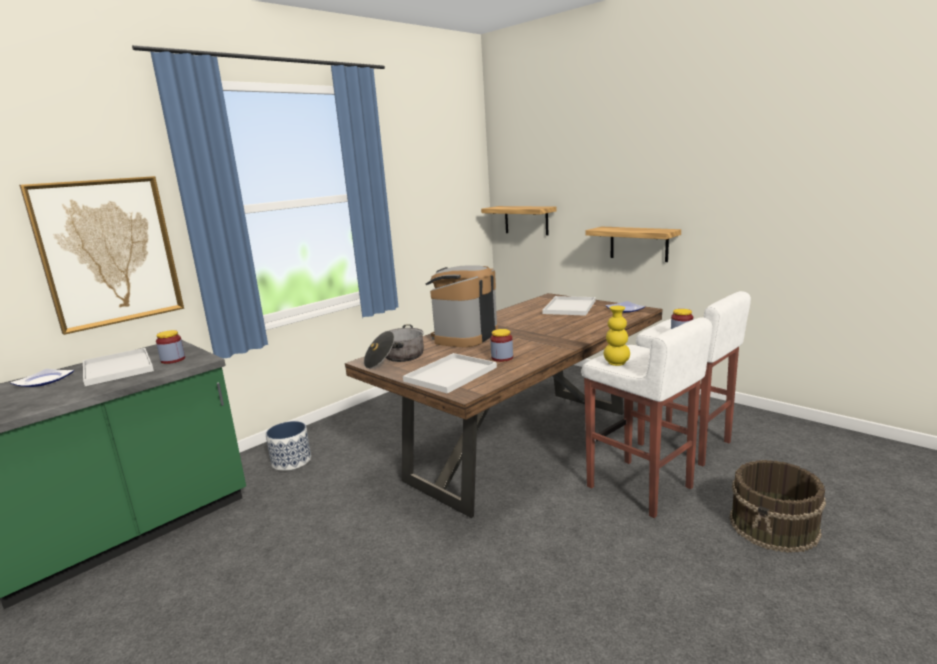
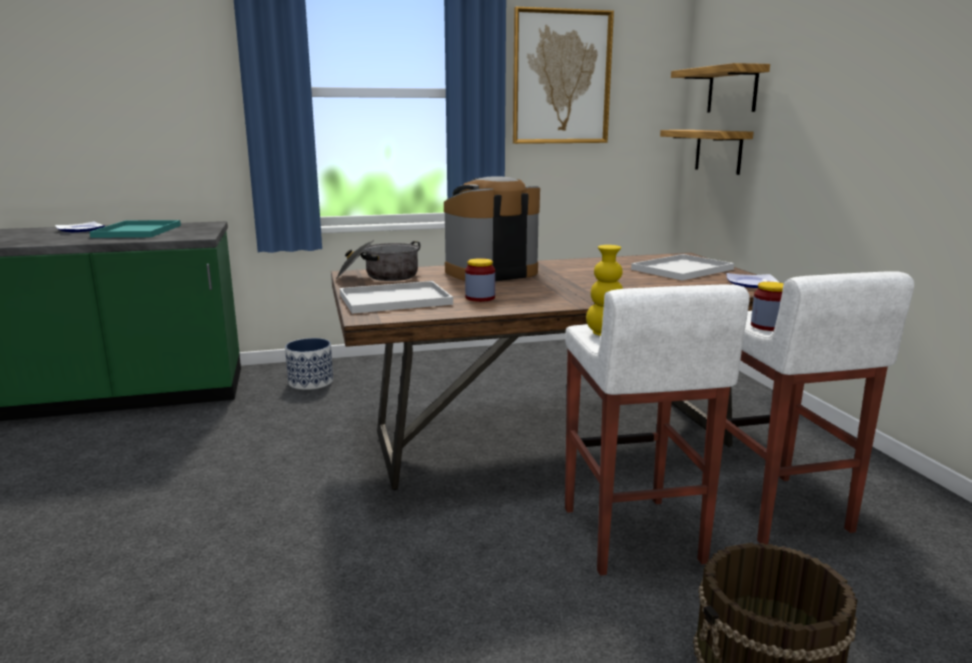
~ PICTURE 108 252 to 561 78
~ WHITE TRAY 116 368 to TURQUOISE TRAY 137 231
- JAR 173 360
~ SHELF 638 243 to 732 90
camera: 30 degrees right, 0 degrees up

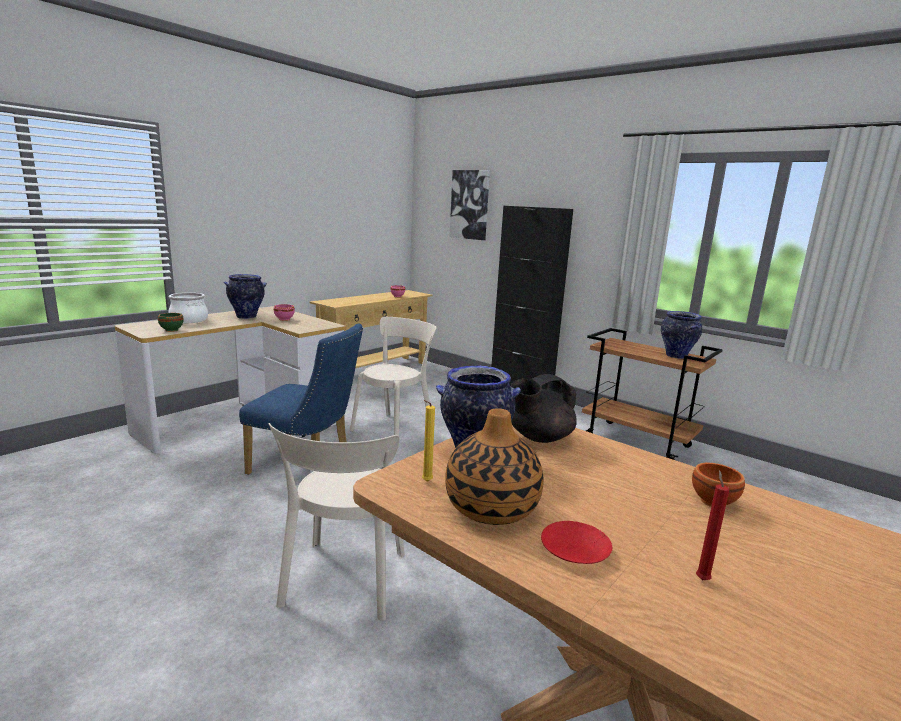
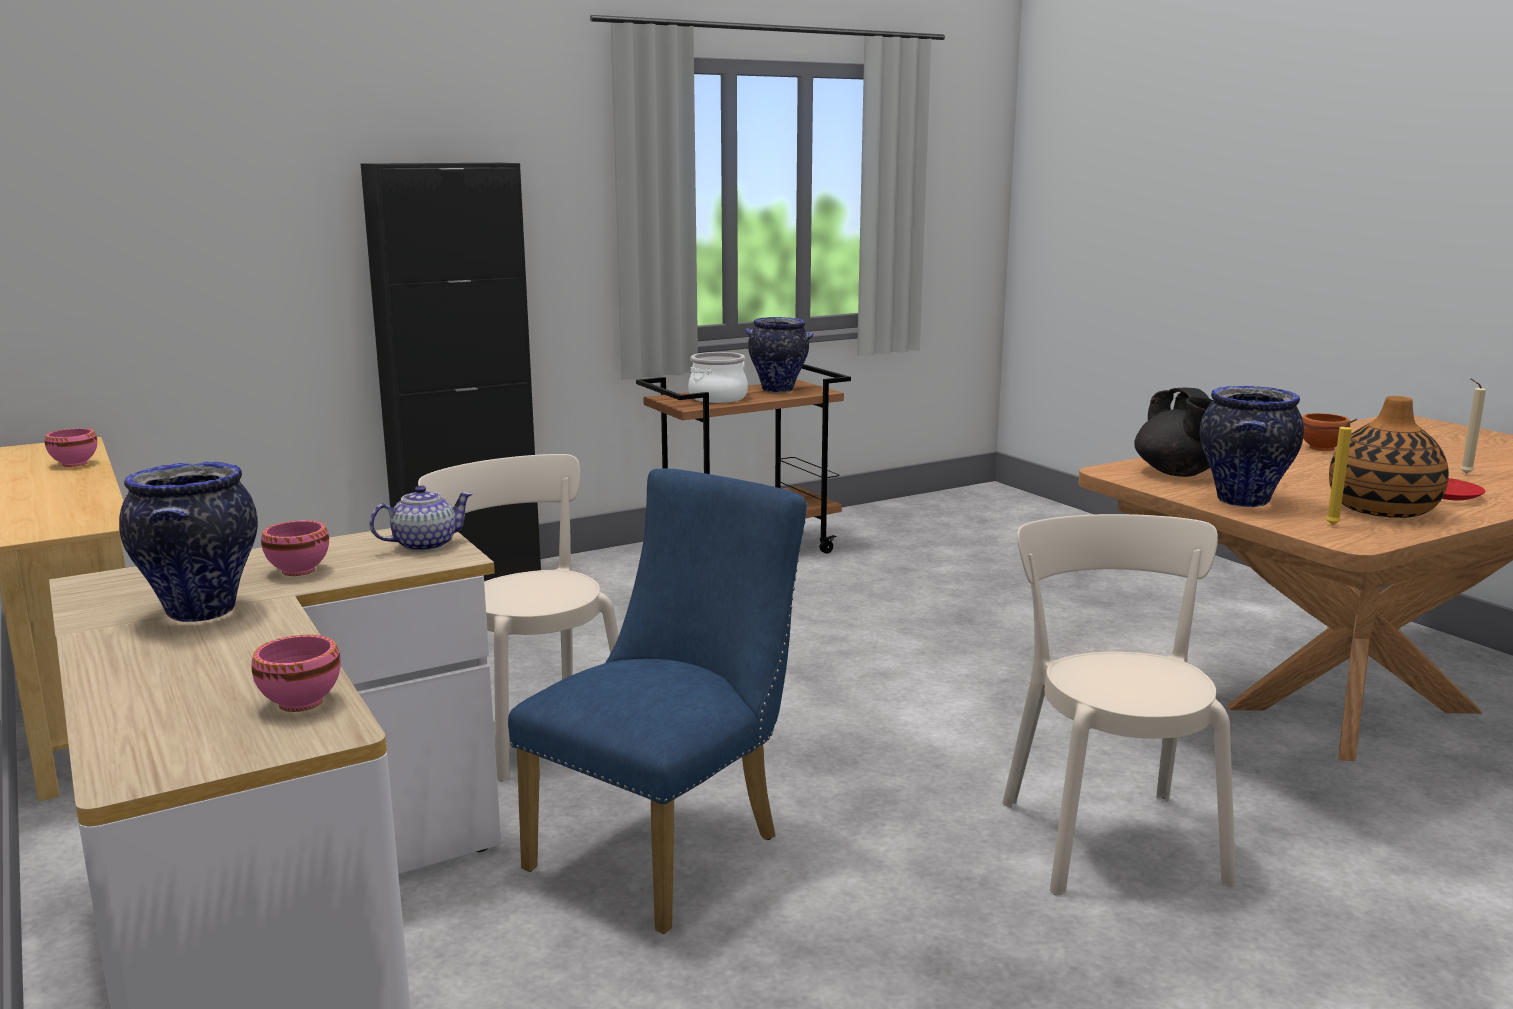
~ GREEN BOWL 172 330 to PINK BOWL 303 702
~ COOKING POT 189 320 to 717 398
~ BEIGE CHAIR 343 583 = 1108 835 120 degrees counterclockwise
- PICTURE 470 205
~ RED CANDLE 701 578 to BEIGE CANDLE 1463 473
+ TEAPOT 424 545
camera: 70 degrees left, 0 degrees up

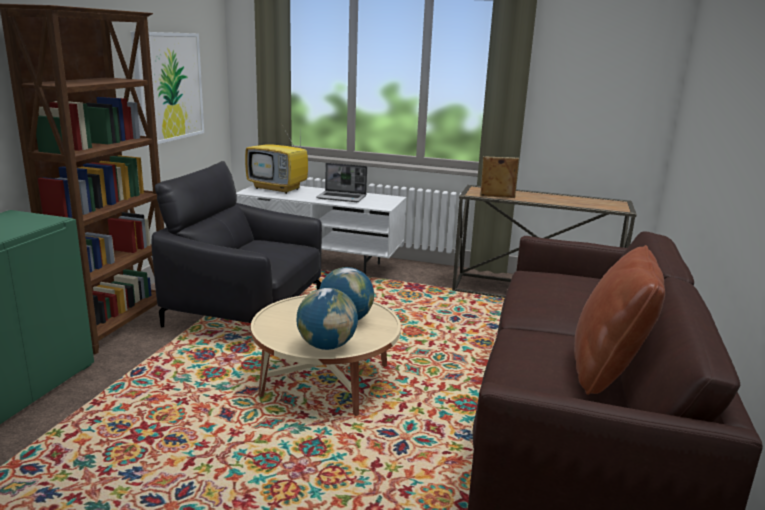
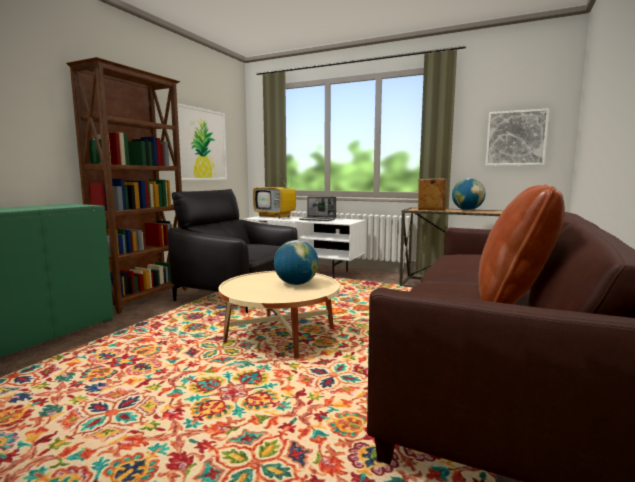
~ GLOBE 327 346 to 467 210
+ PICTURE 516 138
camera: 10 degrees right, 10 degrees down

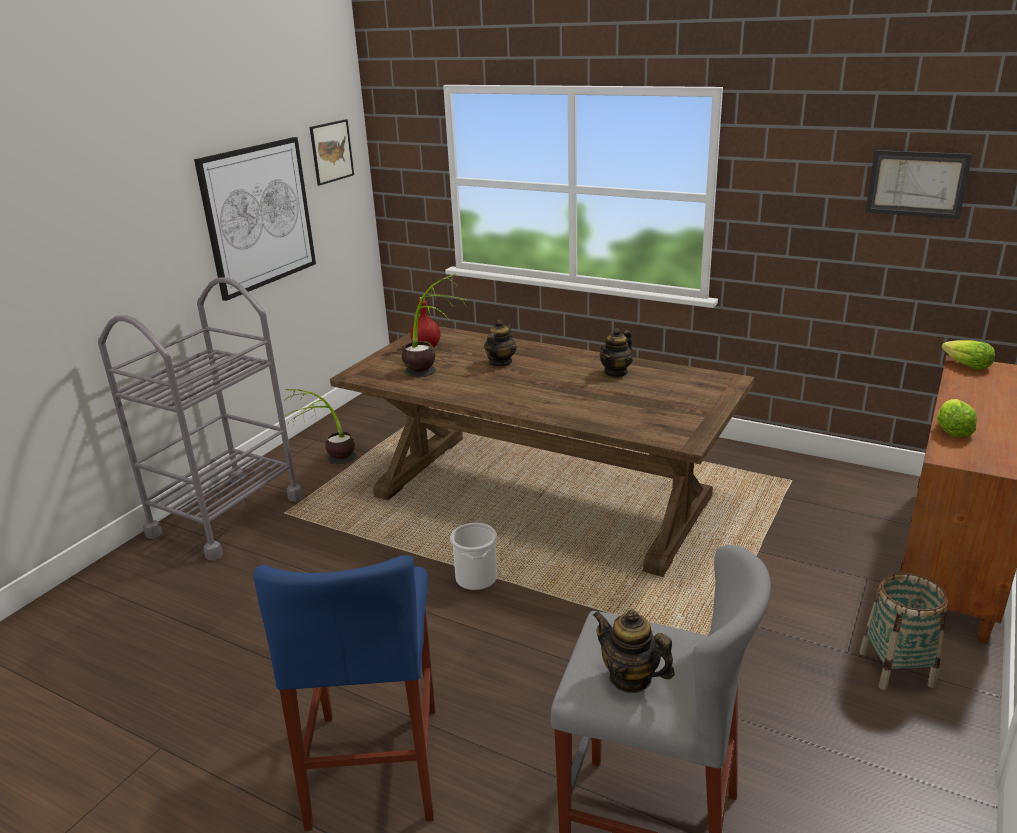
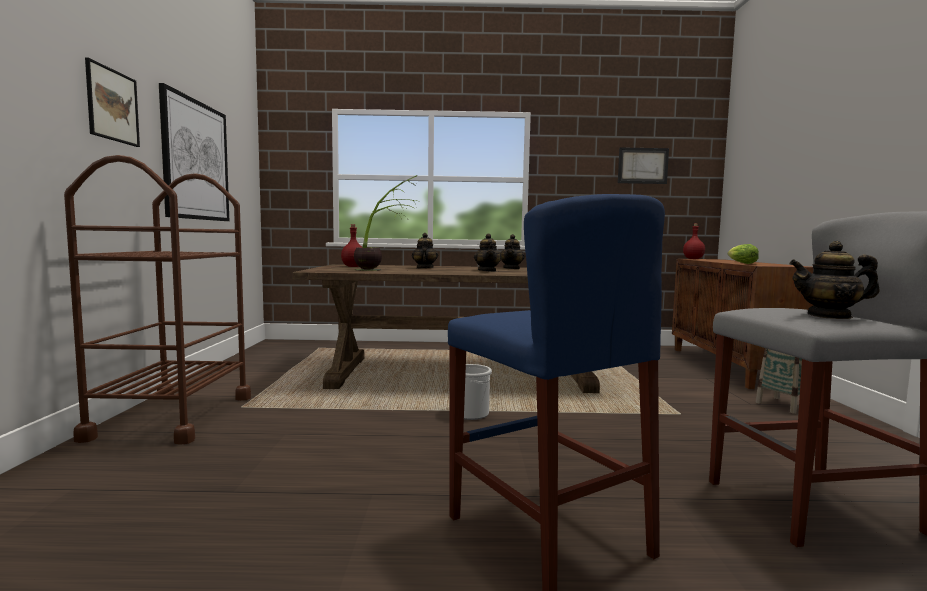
~ GREY CART 226 515 to BROWN CART 173 417
- POTTED PLANT 328 464
~ PICTURE 331 152 to 112 105
~ LETTUCE 966 366 to RED BOTTLE 693 259
+ TEAPOT 487 271
camera: 30 degrees left, 20 degrees down

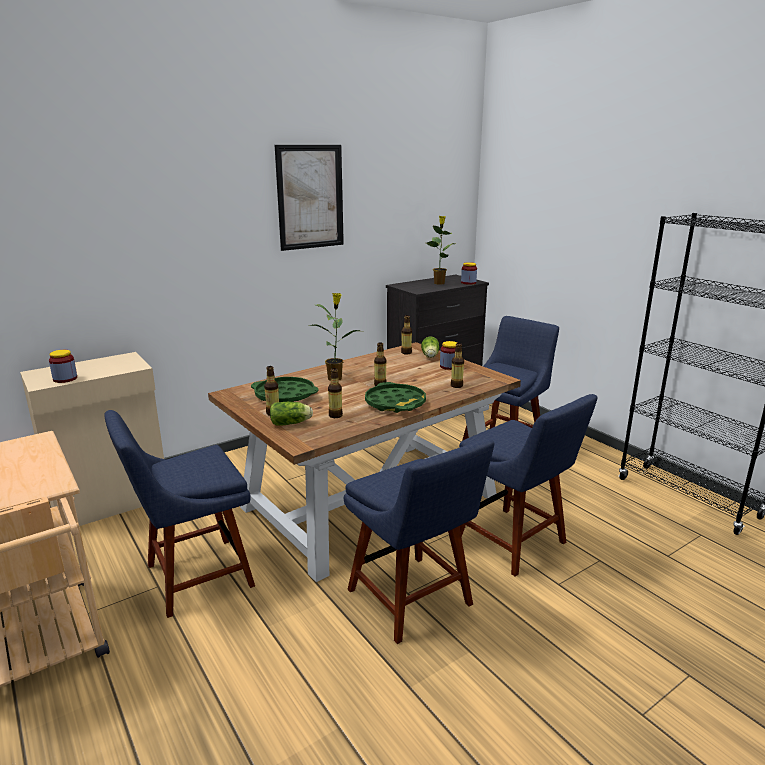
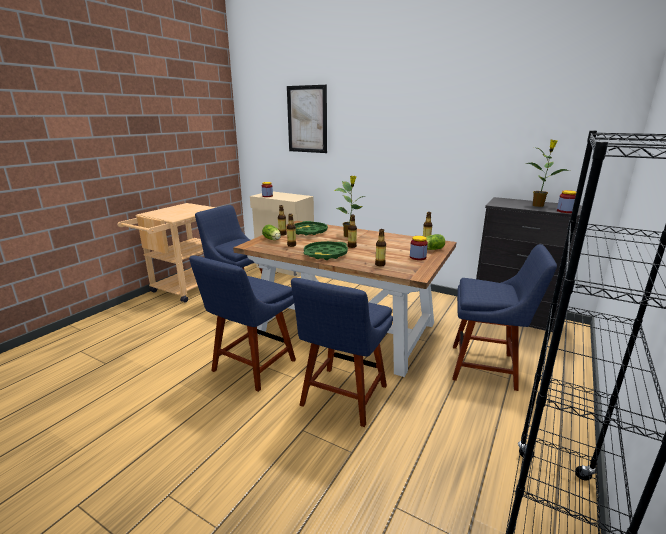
~ PICTURE 310 197 to 307 119
camera: 65 degrees right, 0 degrees up

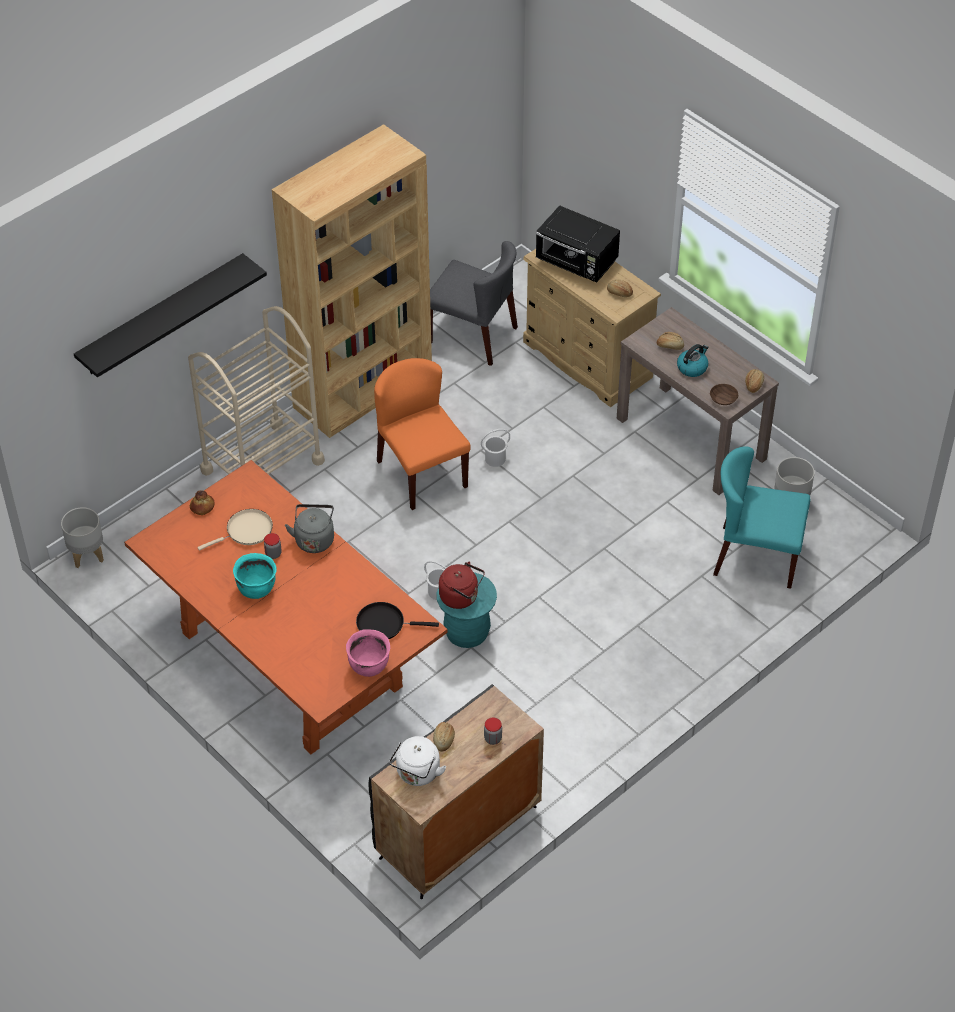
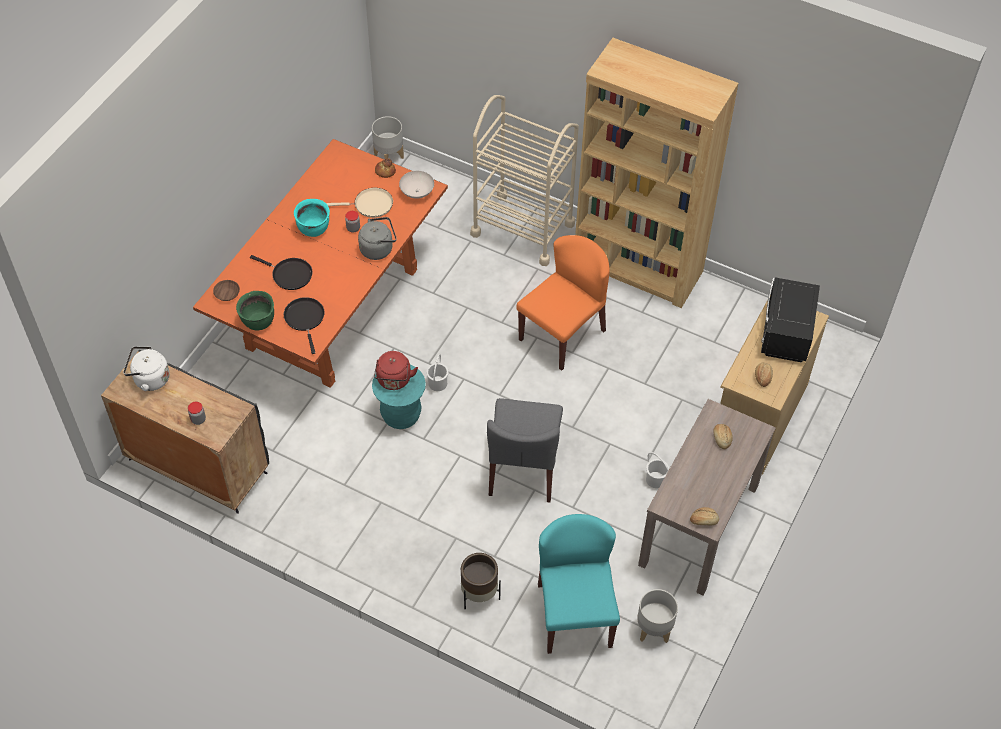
- BLACK SHELF 162 315
~ BEIGE FRYING PAN 246 531 = 370 205 45 degrees counterclockwise
~ PINK COOKING POT 369 666 to GREEN COOKING POT 258 322
~ GREY CHAIR 473 335 to 523 469
- BREAD 444 739
~ WHITE BUCKET 495 459 to 655 479
- KETTLE 692 367
~ BROWN BOWL 722 398 to 227 293
+ BLACK FRYING PAN 289 275
+ WHITE BOWL 417 192
+ BROWN PLANTER 479 595
camera: 70 degrees right, 5 degrees up

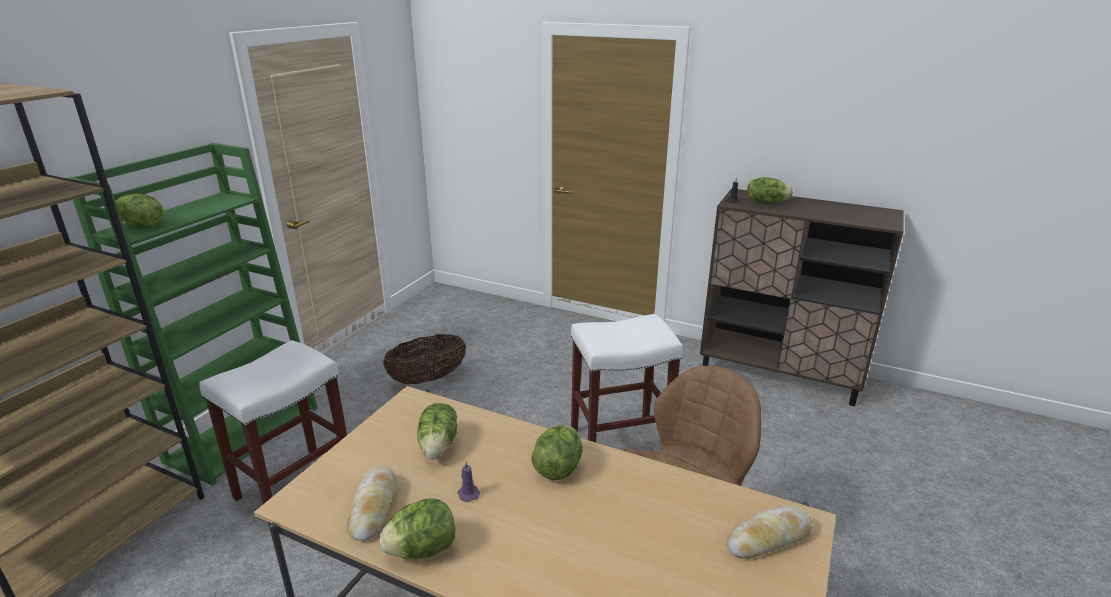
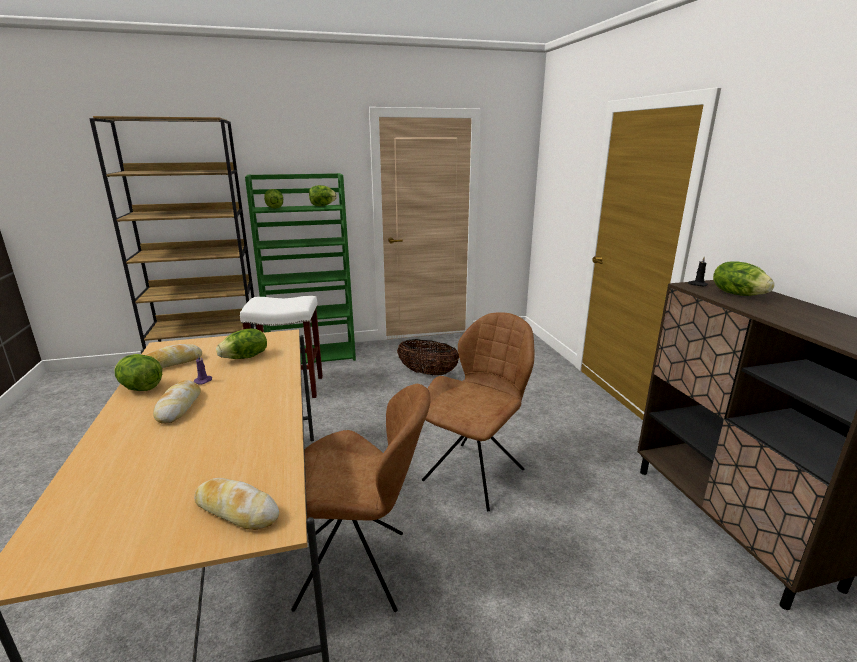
~ LETTUCE 558 468 to 322 205
~ WHITE STOOL 620 441 to BROWN CHAIR 476 473
+ BREAD 179 407
camera: 50 degrees right, 5 degrees down

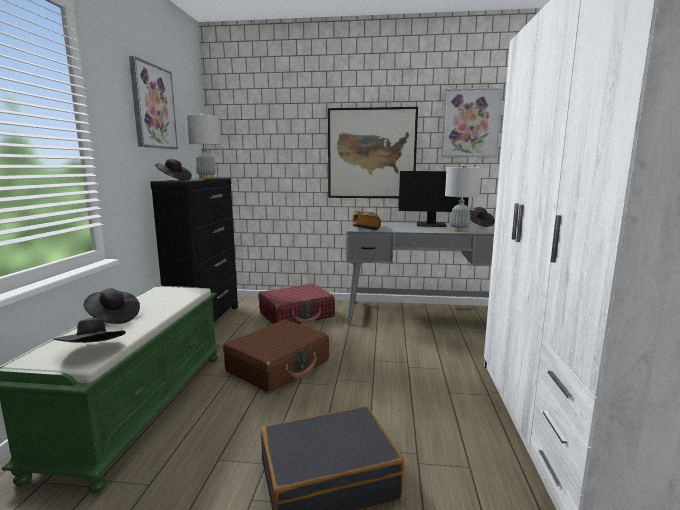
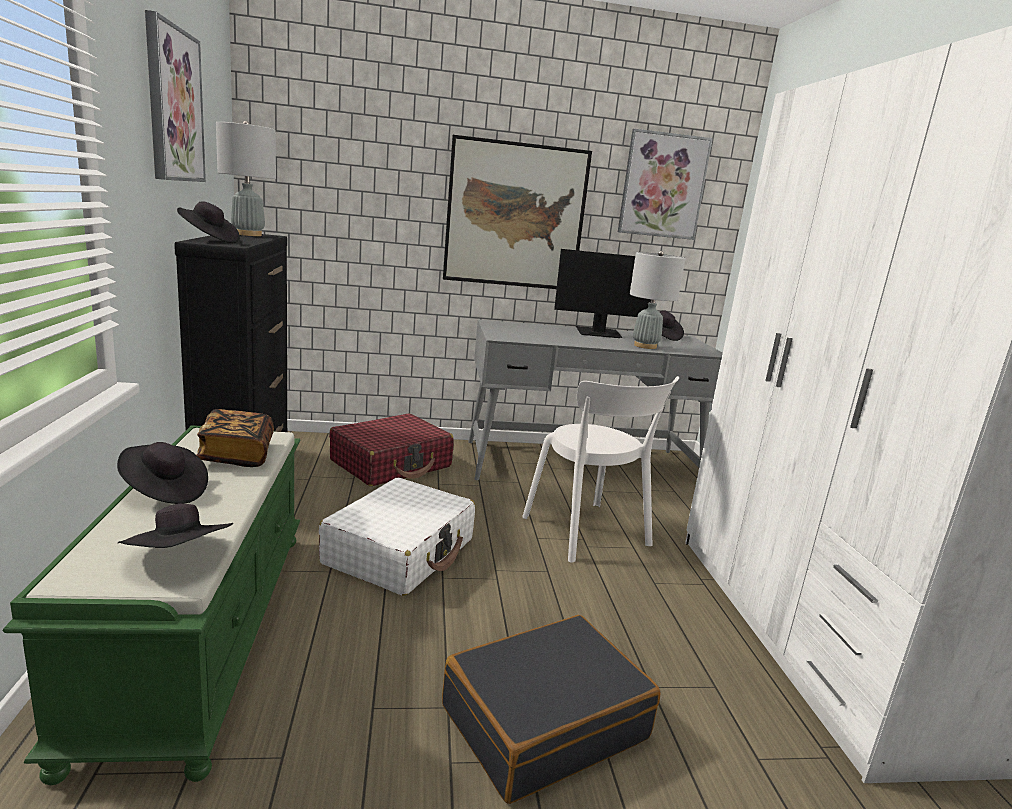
~ BROWN SUITCASE 279 366 to WHITE SUITCASE 400 552
~ BOOK 365 228 to 237 455
+ WHITE CHAIR 589 533
camera: 15 degrees left, 5 degrees up

